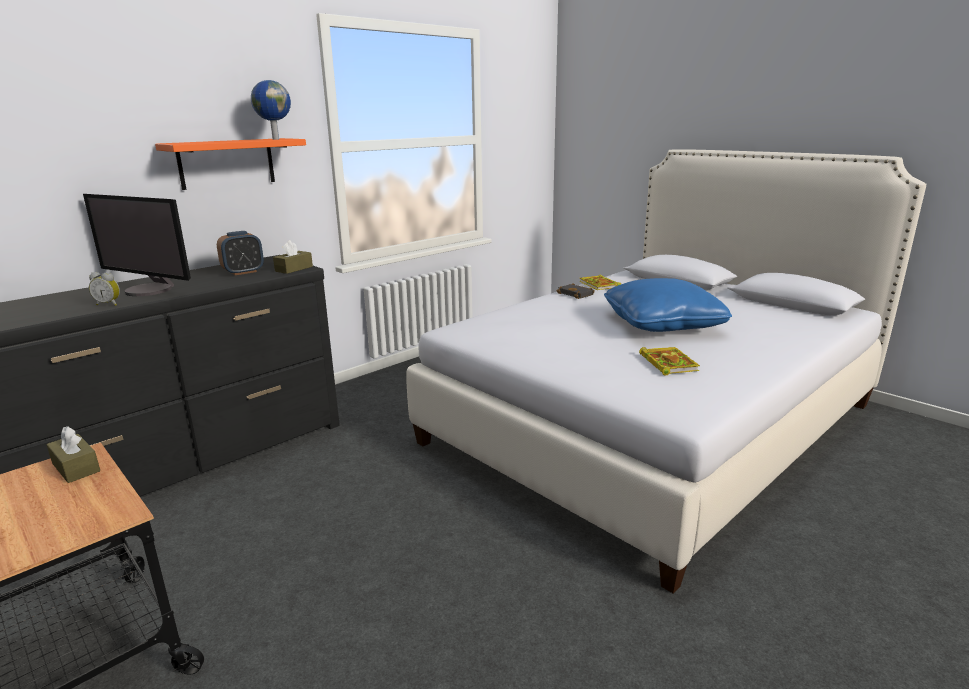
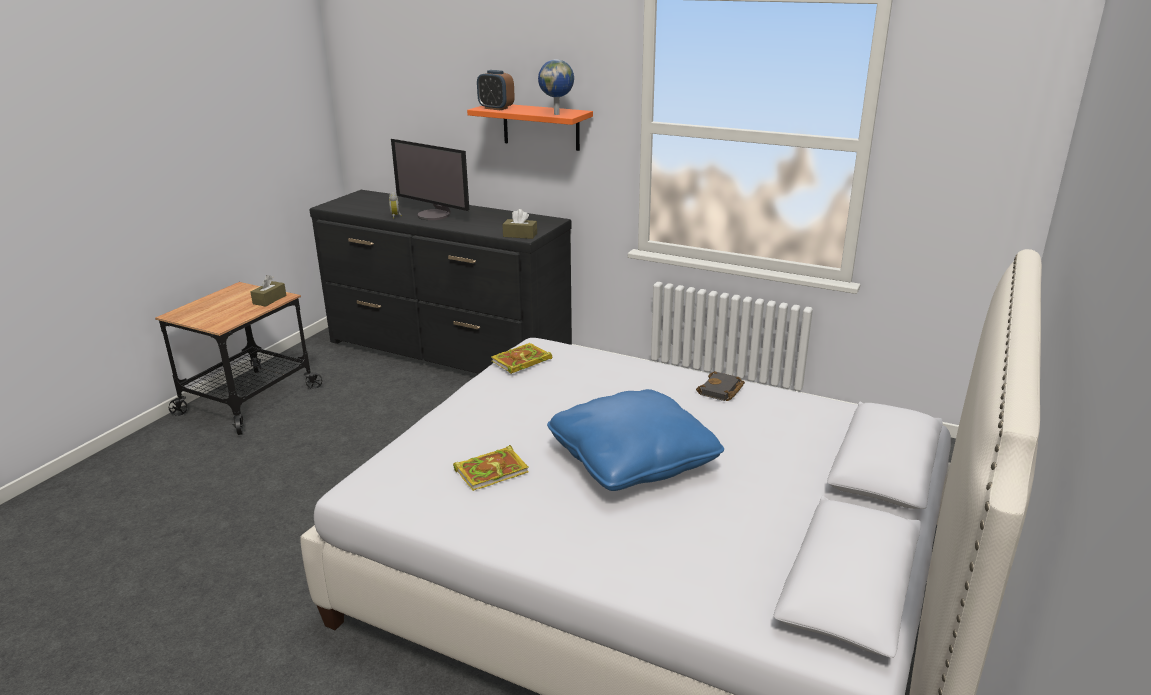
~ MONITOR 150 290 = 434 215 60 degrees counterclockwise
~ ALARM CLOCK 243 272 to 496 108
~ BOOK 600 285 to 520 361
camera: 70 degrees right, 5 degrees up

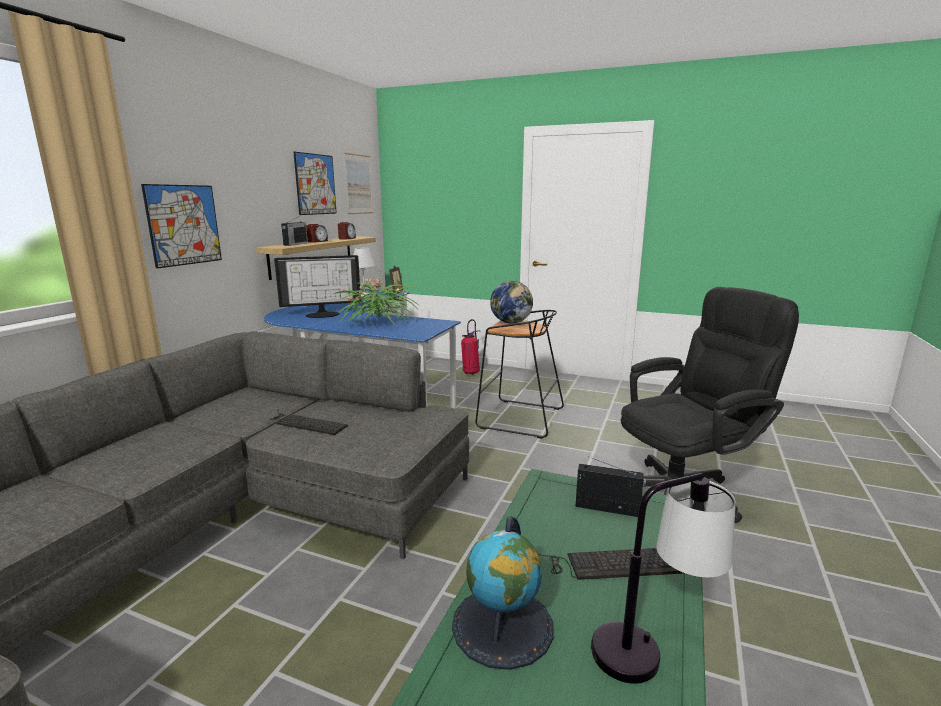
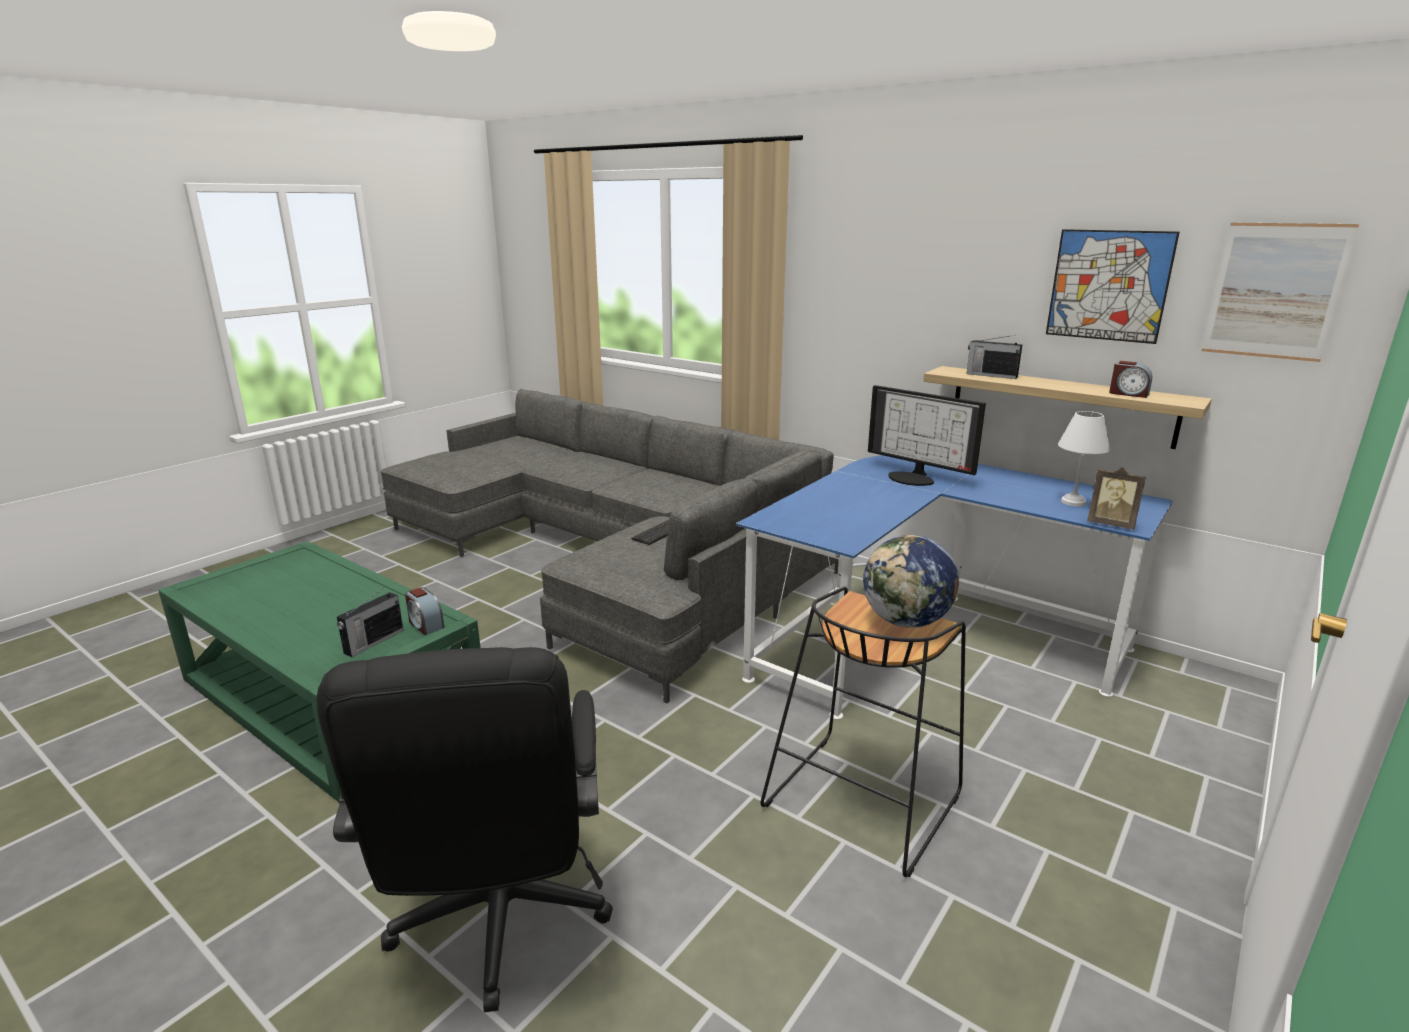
- PICTURE 184 225
~ MONITOR 323 314 = 913 478 45 degrees counterclockwise
~ ALARM CLOCK 317 241 to 425 624
- POTTED PLANT 378 323
- GLOBE 503 625
- FIRE EXTINGUISHER 471 373
- KEYBOARD 612 563
- TABLE LAMP 652 646
camera: 105 degrees right, 5 degrees up

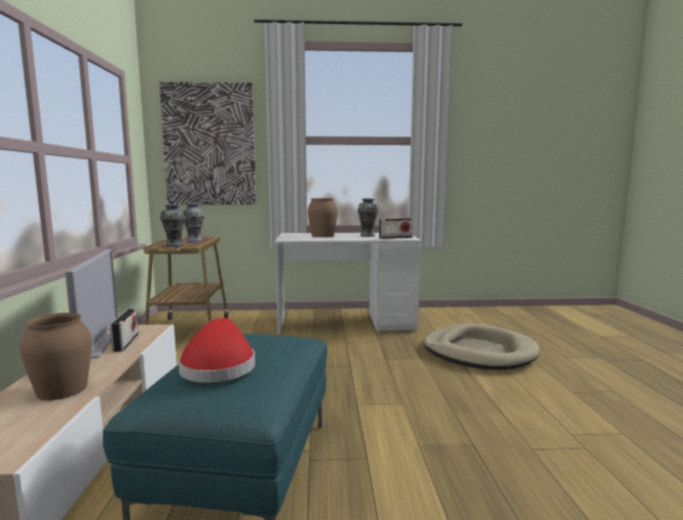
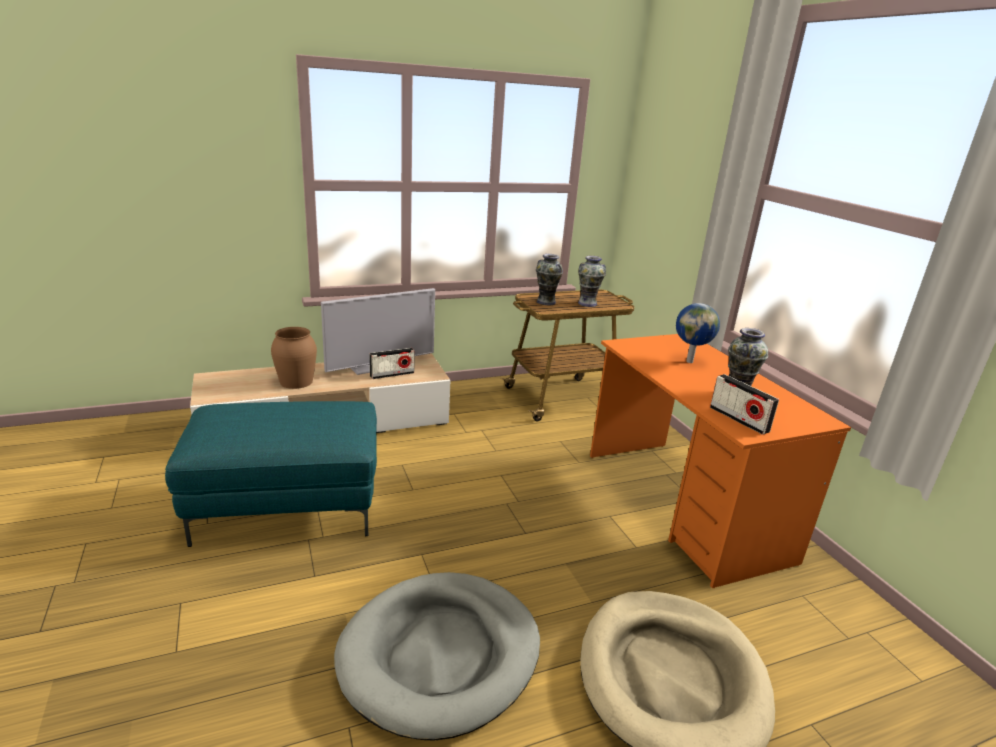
- PICTURE 209 145
- RED HAT 218 366
~ WHITE DESK 346 323 to ORANGE DESK 683 505
~ BROWN VASE 322 235 to GLOBE 690 361
+ GREY DOG BED 440 655
camera: 70 degrees right, 15 degrees up

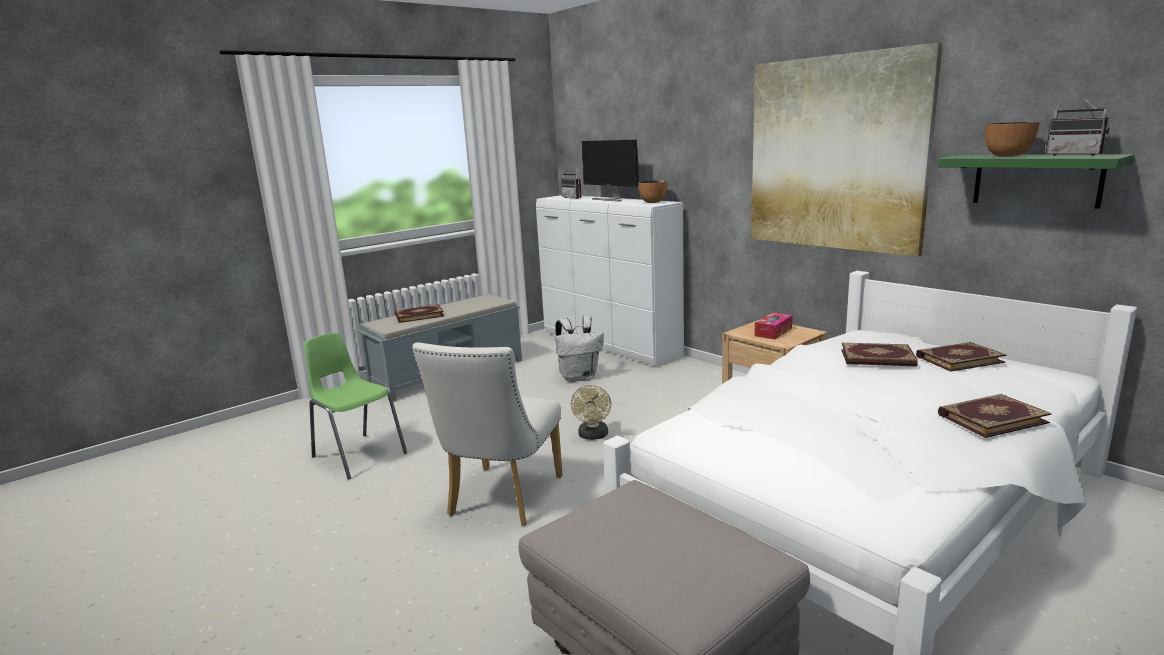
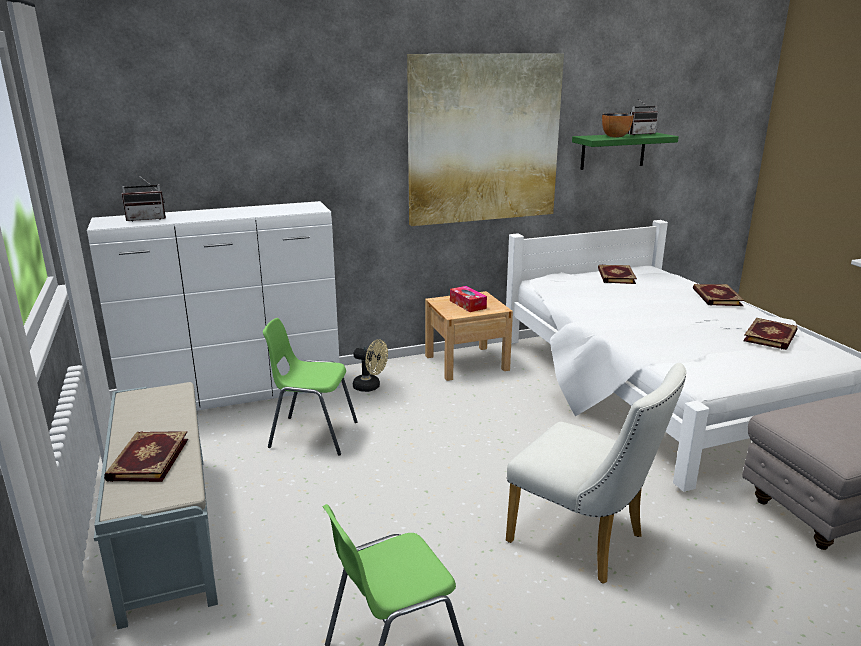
~ WHITE BACKPACK 579 377 to GREEN CHAIR 312 435
~ BEIGE FAN 593 436 to 370 387
- MONITOR 611 199
- BOWL 653 202
~ BOOK 877 358 to 771 336
camera: 70 degrees left, 5 degrees up

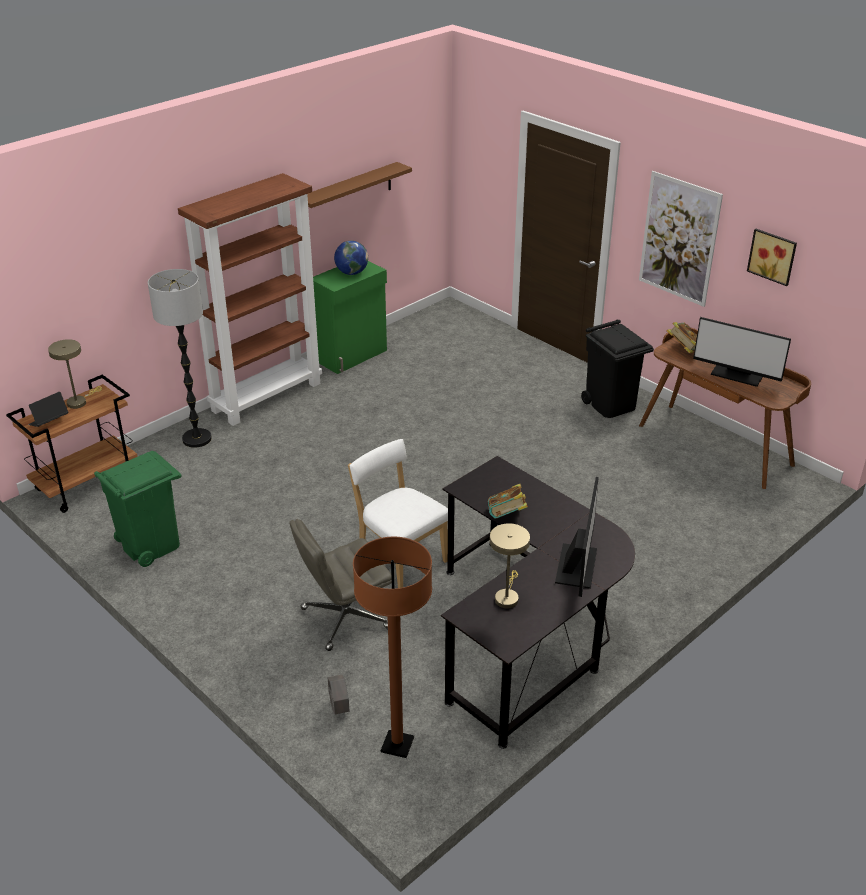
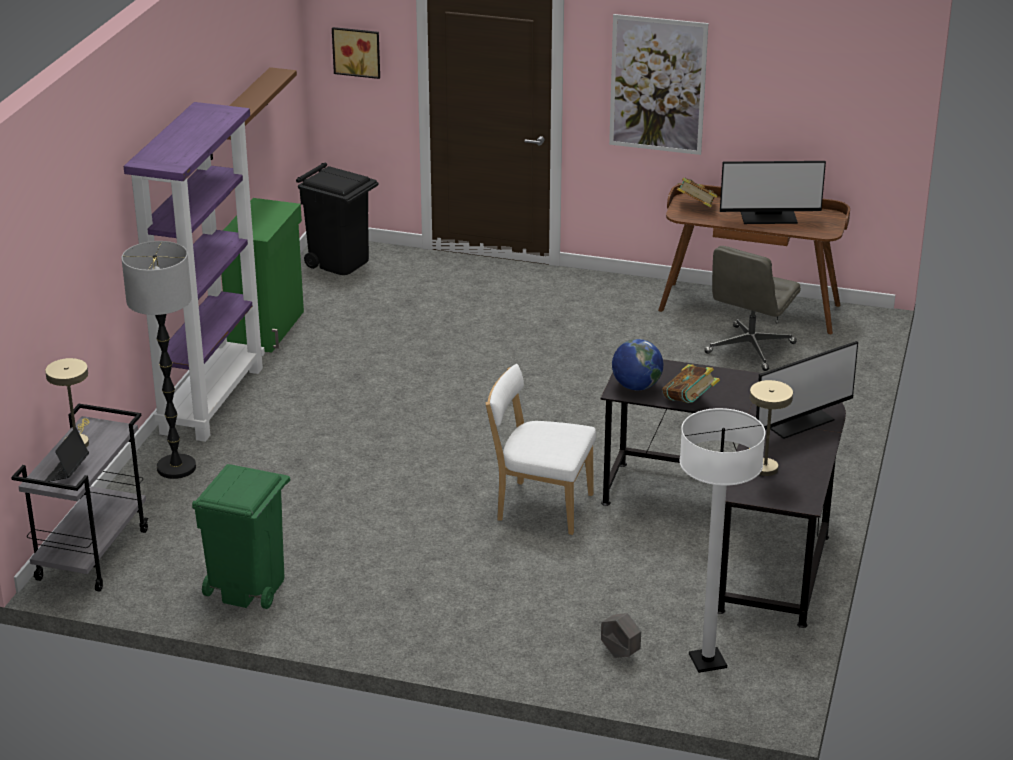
~ BROWN CART 87 483 to GREY CART 92 554
~ BROWN BOOKCASE 267 396 to PURPLE BOOKCASE 211 399
~ GREY OFFICE CHAIR 344 619 to 750 349
~ GLOBE 351 273 to 636 386
~ BROWN FLOOR LAMP 397 745 to WHITE FLOOR LAMP 707 661
~ MONITOR 577 566 = 798 421 75 degrees clockwise
~ BLACK TRASH CAN 611 404 to 340 262
~ PICTURE 773 256 to 357 51
camera: 30 degrees left, 5 degrees down

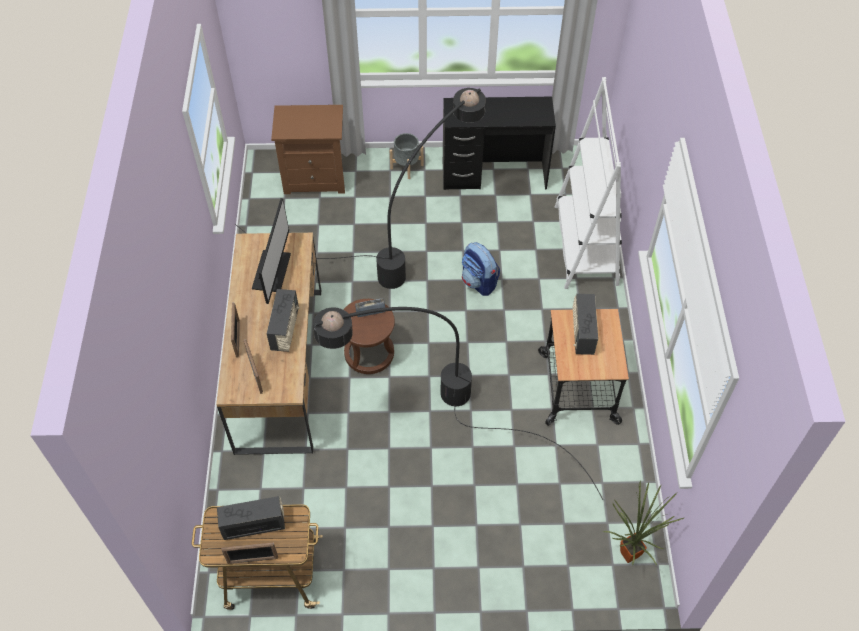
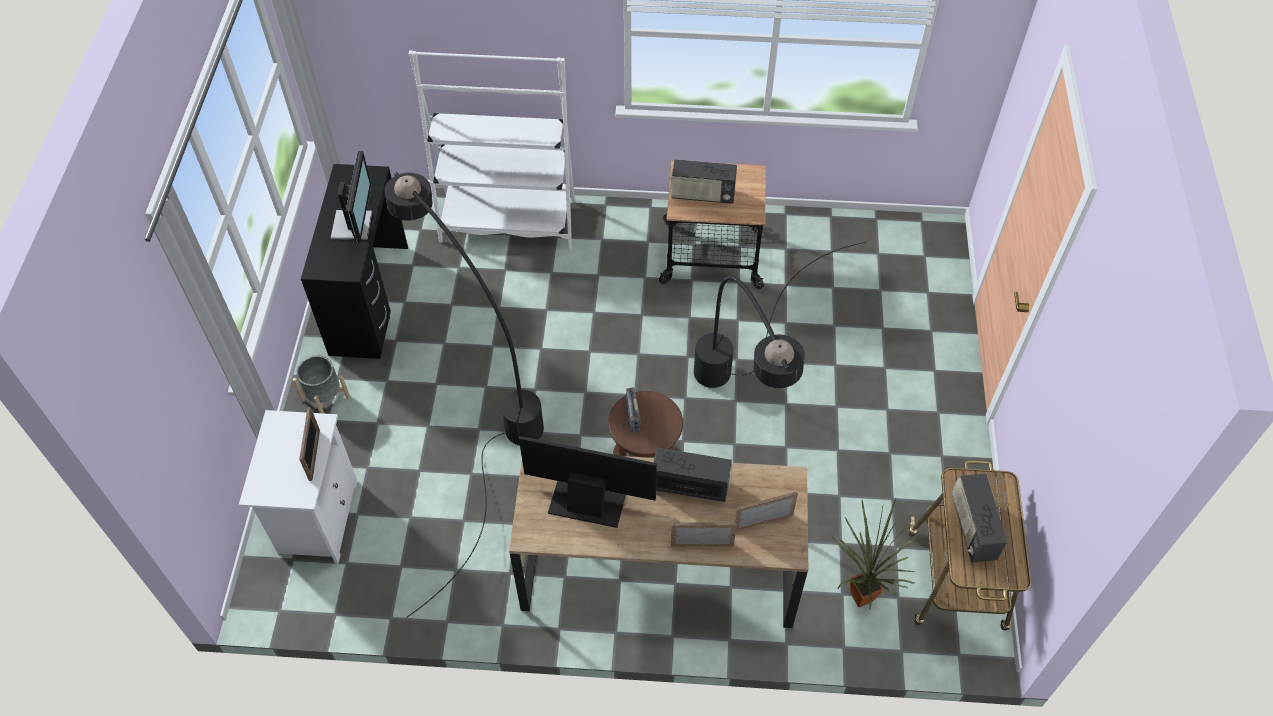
~ PICTURE FRAME 252 560 to 314 455
~ BROWN NIGHTSTAND 316 178 to WHITE NIGHTSTAND 317 518
- BACKPACK 479 282
~ POTTED PLANT 627 551 to 857 598
+ MONITOR 354 225
camera: 85 degrees left, 0 degrees up

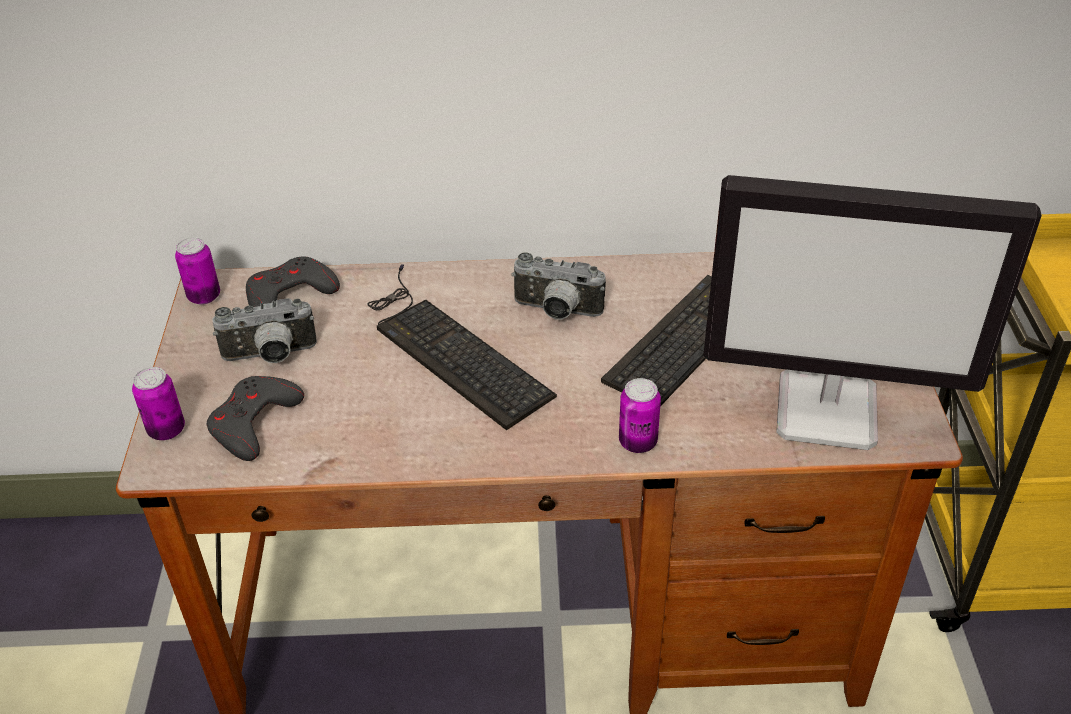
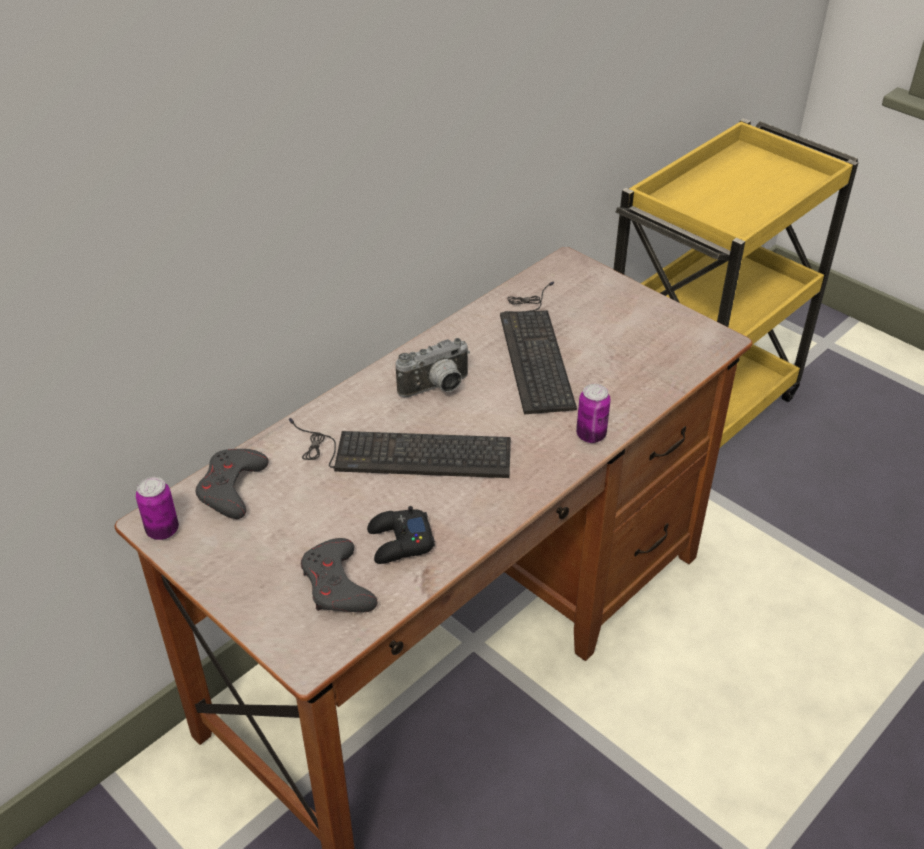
- CAN 166 430
- PHOTO CAMERA 270 356
- MONITOR 829 411
+ BLACK GAME CONTROLLER 400 542
camera: 45 degrees left, 0 degrees up

